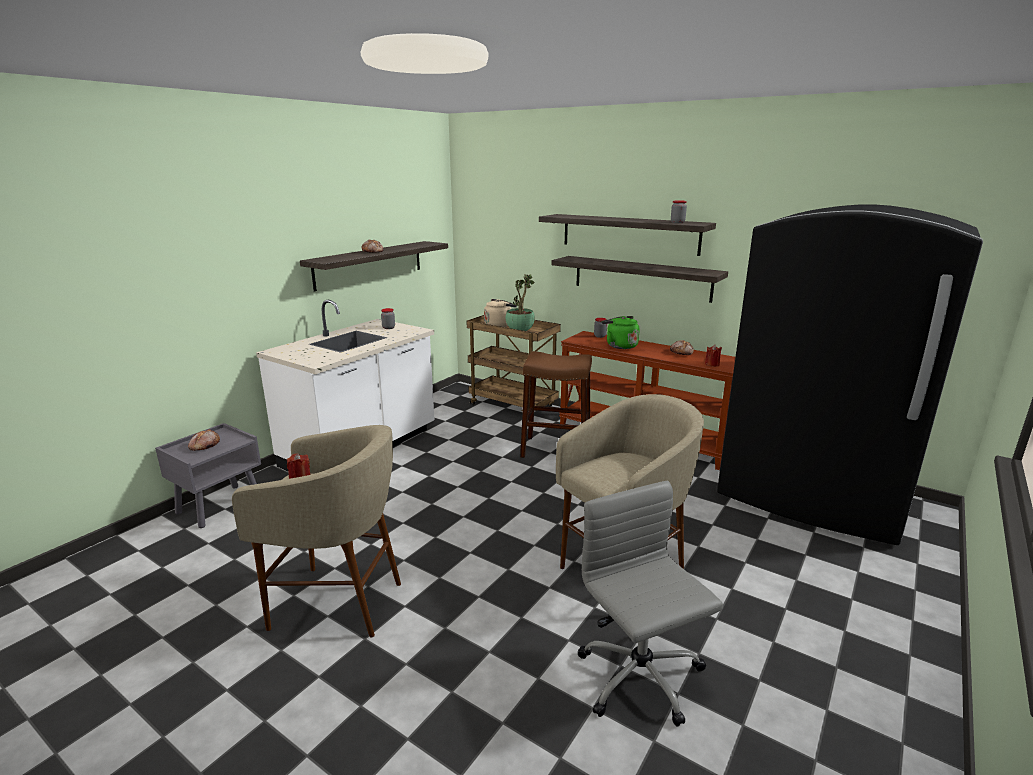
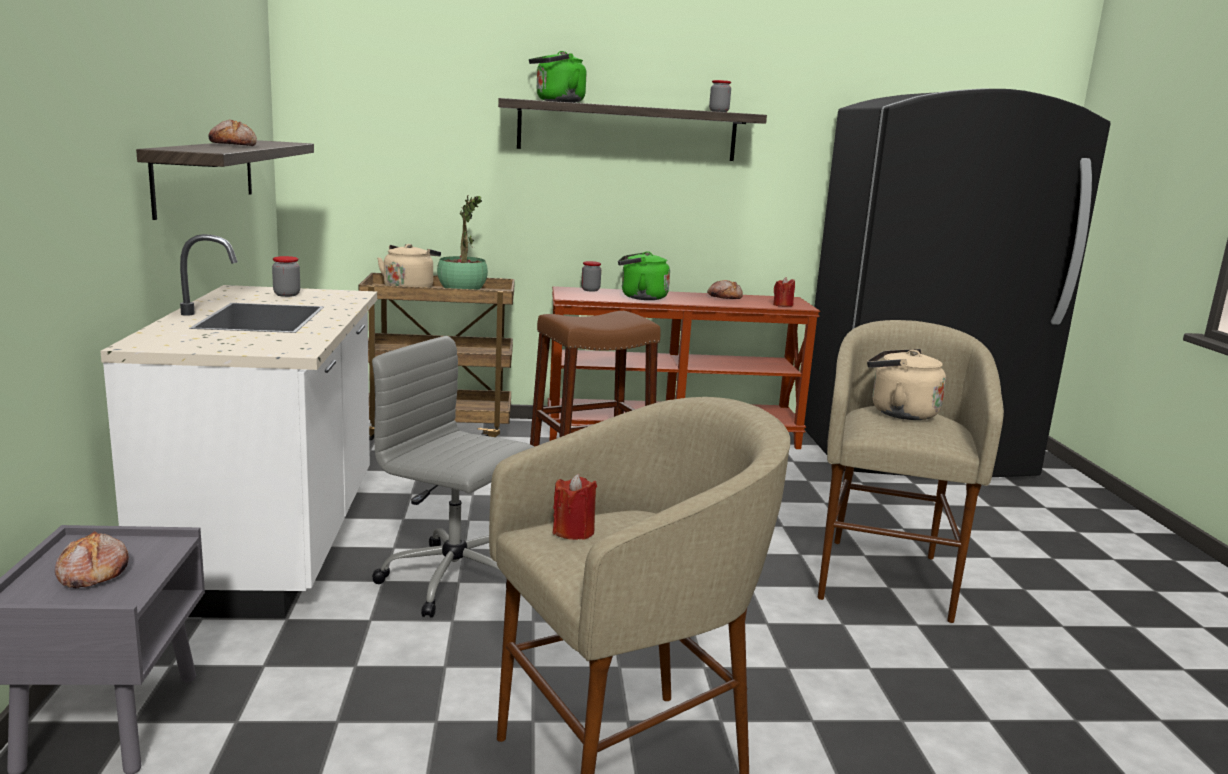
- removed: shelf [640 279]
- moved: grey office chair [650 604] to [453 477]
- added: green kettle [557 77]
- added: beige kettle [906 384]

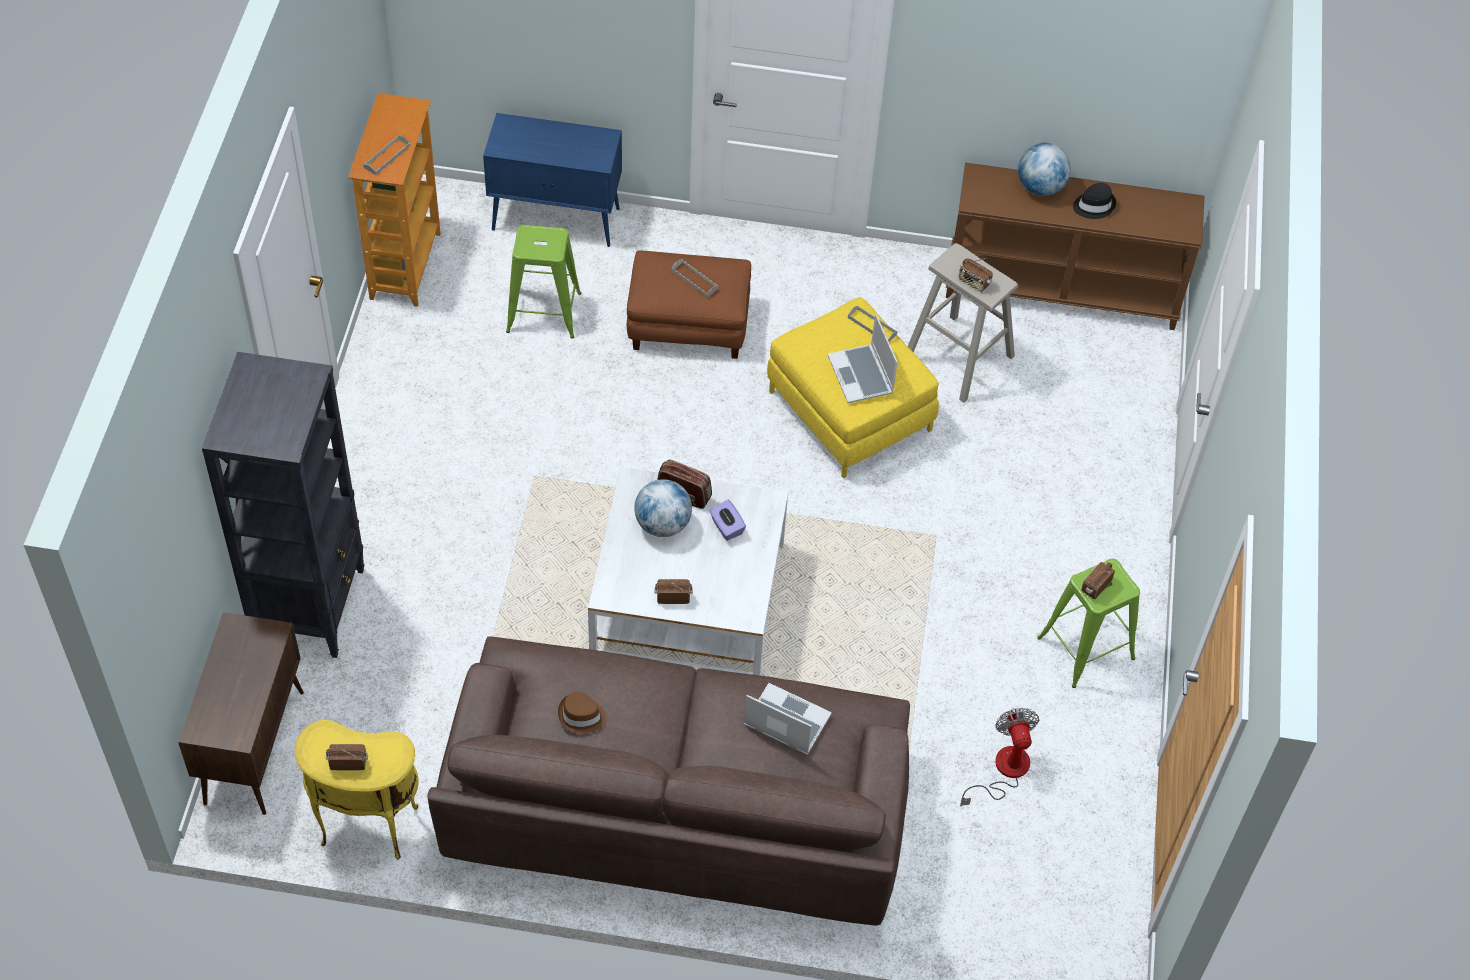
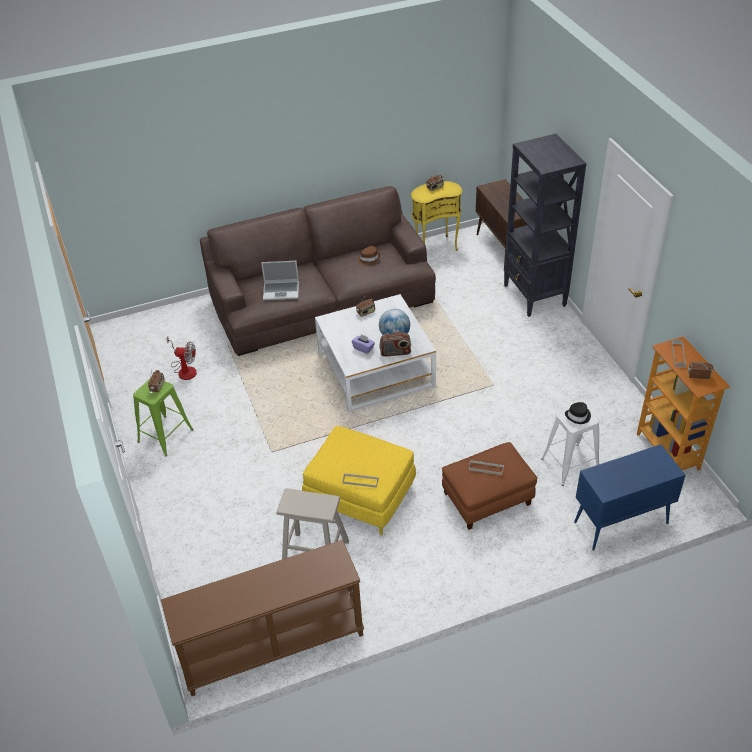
- removed: globe [1044 169]
- moved: black hat [1094 201] to [578 413]
- recoloured: green stool [543 282] to white stool [570 446]
- moved: radio [976 275] to [700 369]
- removed: laptop [862 358]
- turned: fan [999 757] = [182 358] 45 degrees counterclockwise

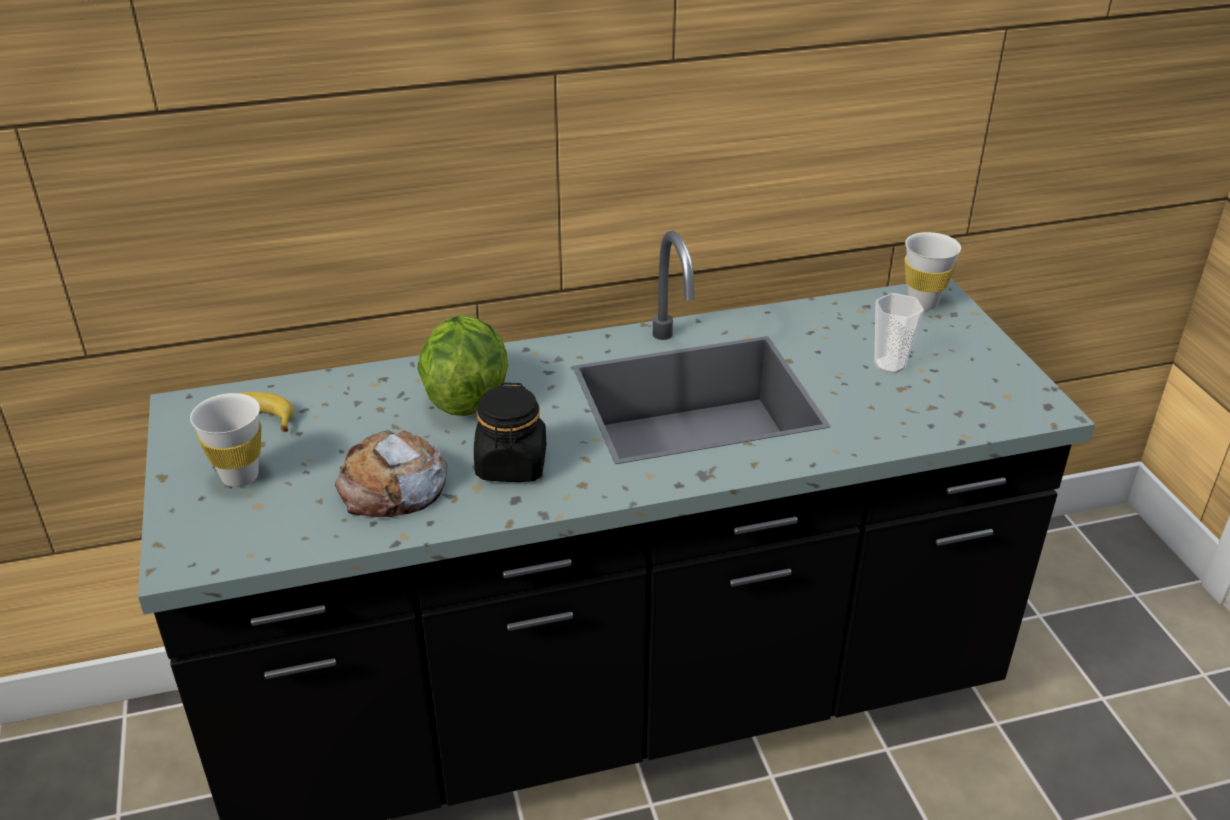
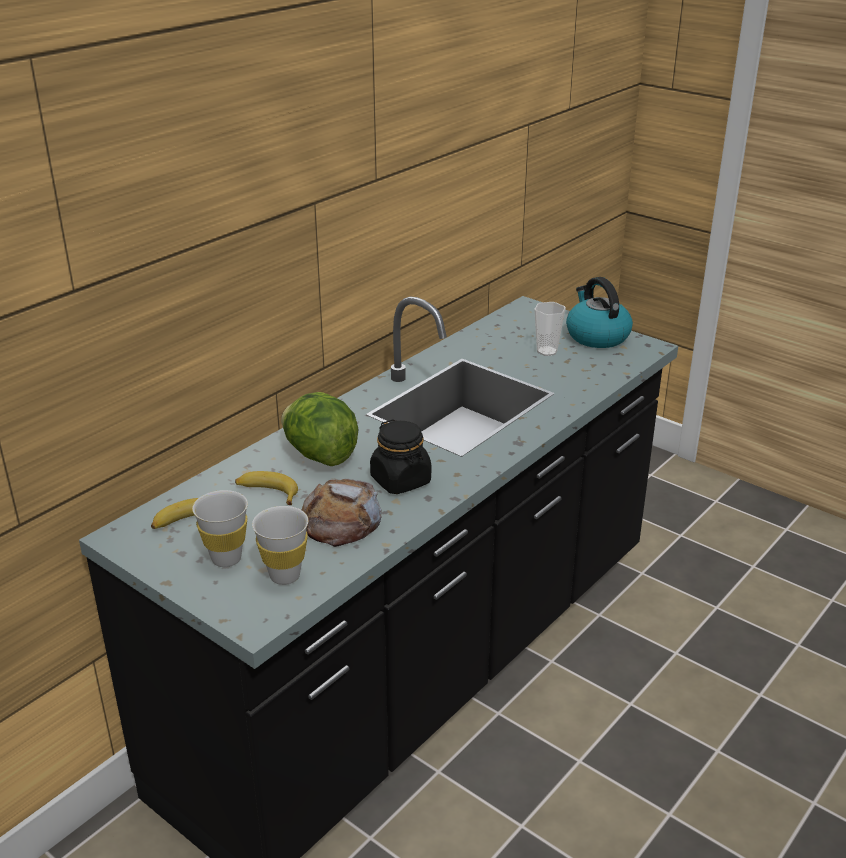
- moved: white cup [933 271] to [280 545]
- added: kettle [599 312]
- added: banana [266 488]

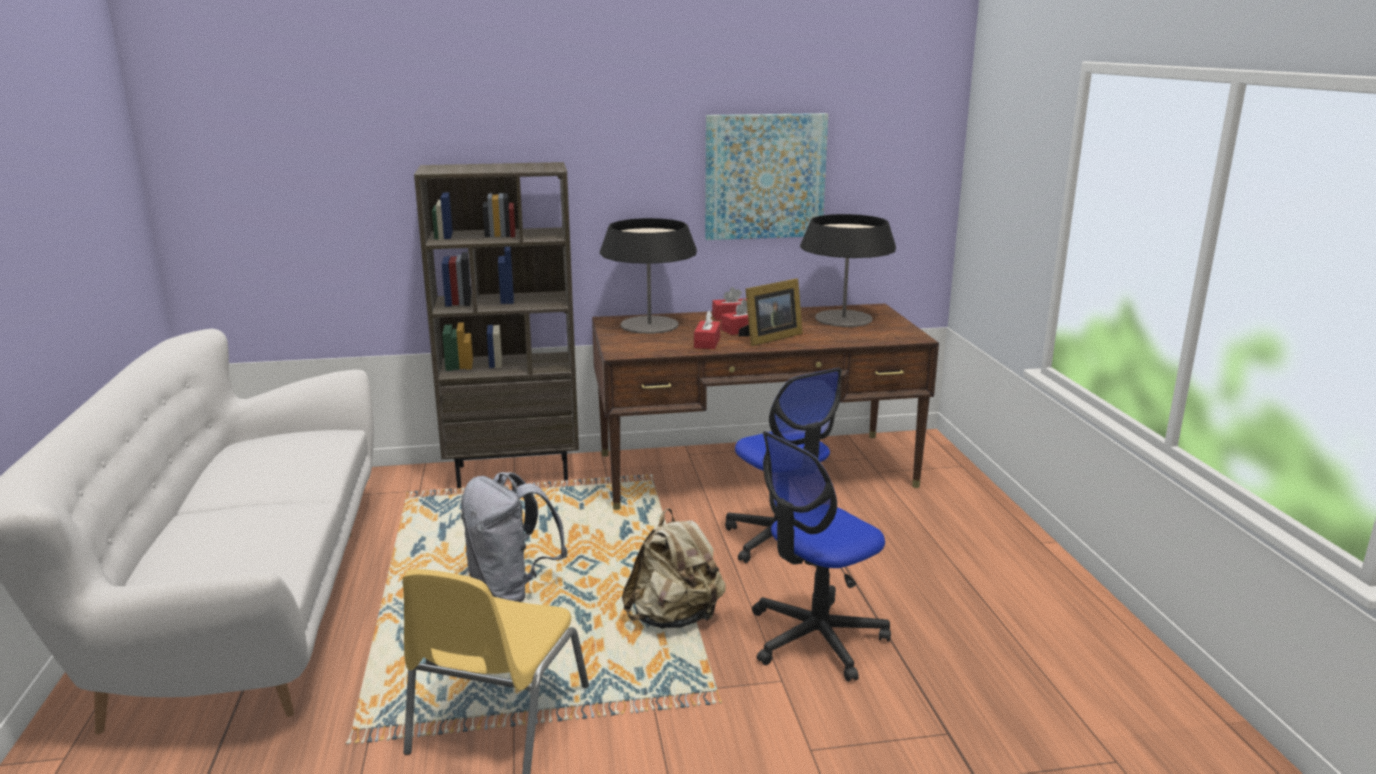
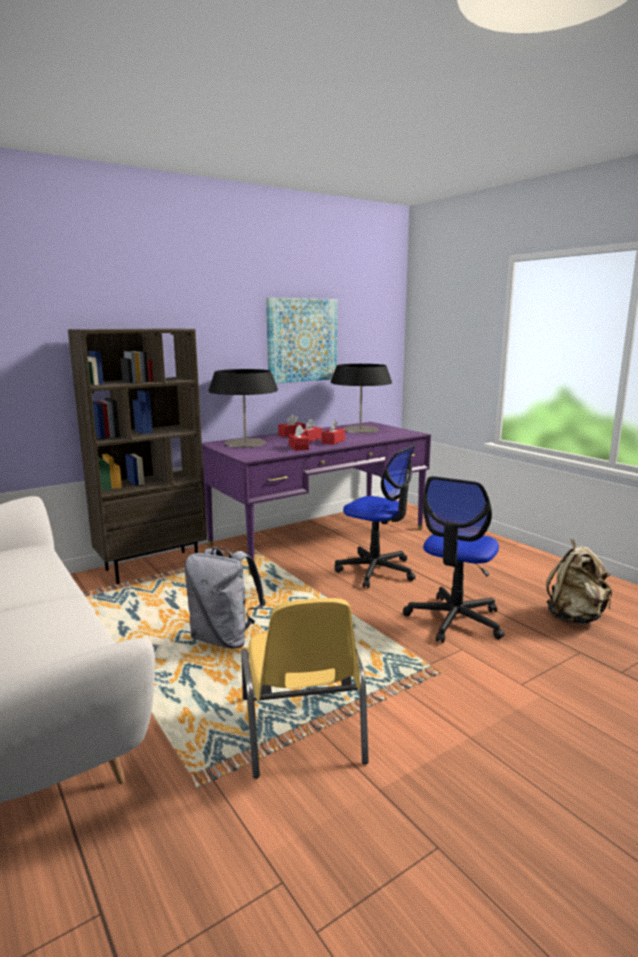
- replaced: picture frame [770 312] to red tissue box [333 432]
- recoloured: brown desk [765 407] to purple desk [316 498]
- moved: beige backpack [674 568] to [579 581]

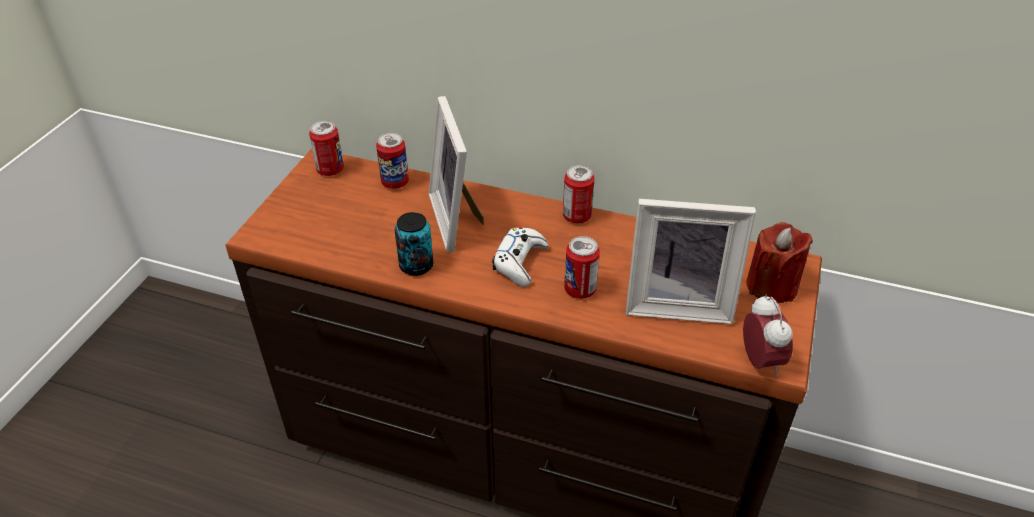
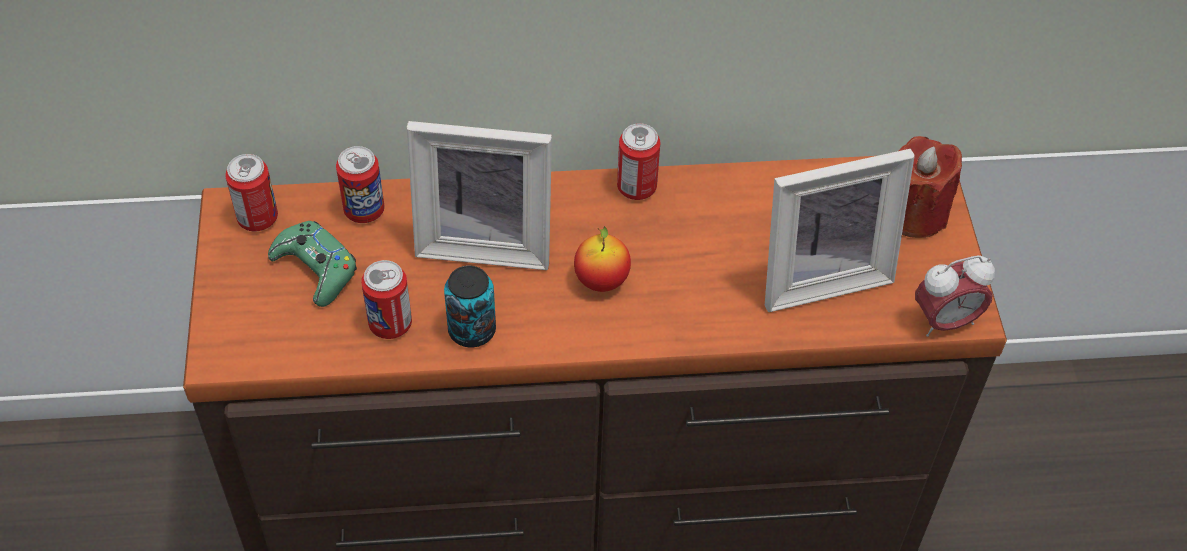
- turned: picture frame [456 174] = [479 195] 45 degrees counterclockwise
- replaced: white game controller [520 256] to apple [602 259]
- moved: can [582 267] to [386 299]
- turned: alarm clock [768 335] = [955 296] 105 degrees clockwise
- added: green game controller [312 264]

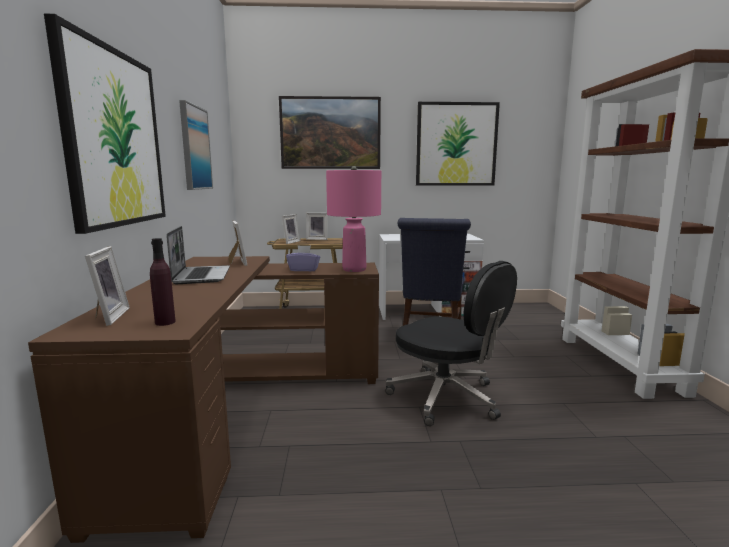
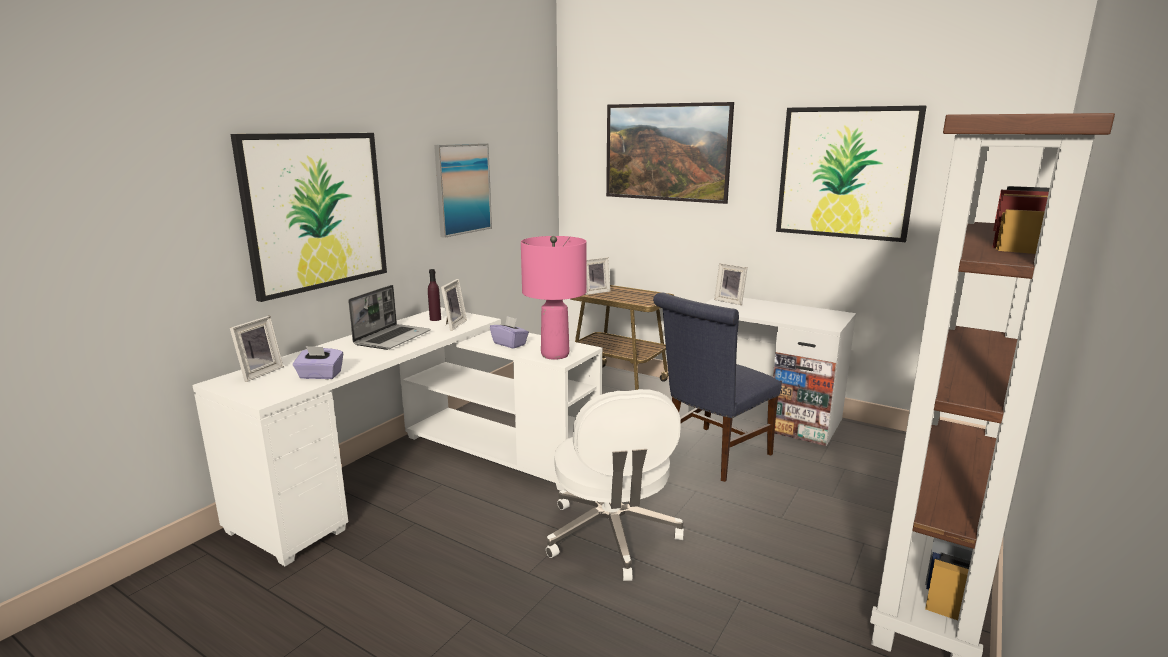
- moved: picture frame [317 226] to [731 284]
- moved: purple bottle [163 282] to [434 295]
- recoloured: brown desk [203 399] to white desk [397 436]
- recoloured: black office chair [451 343] to white office chair [615 485]
- added: purple tissue box [318 362]

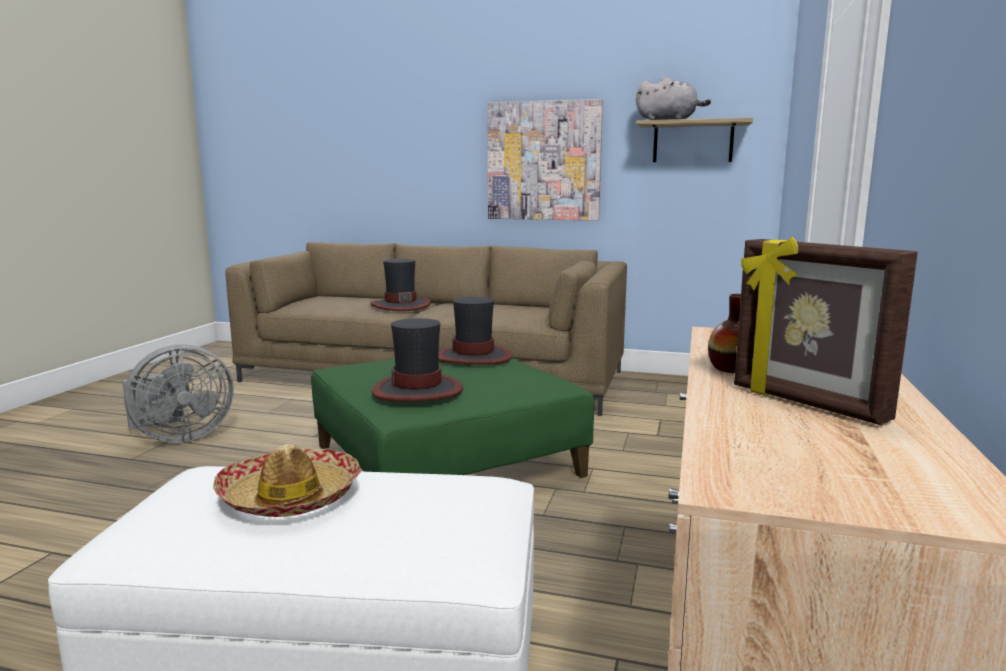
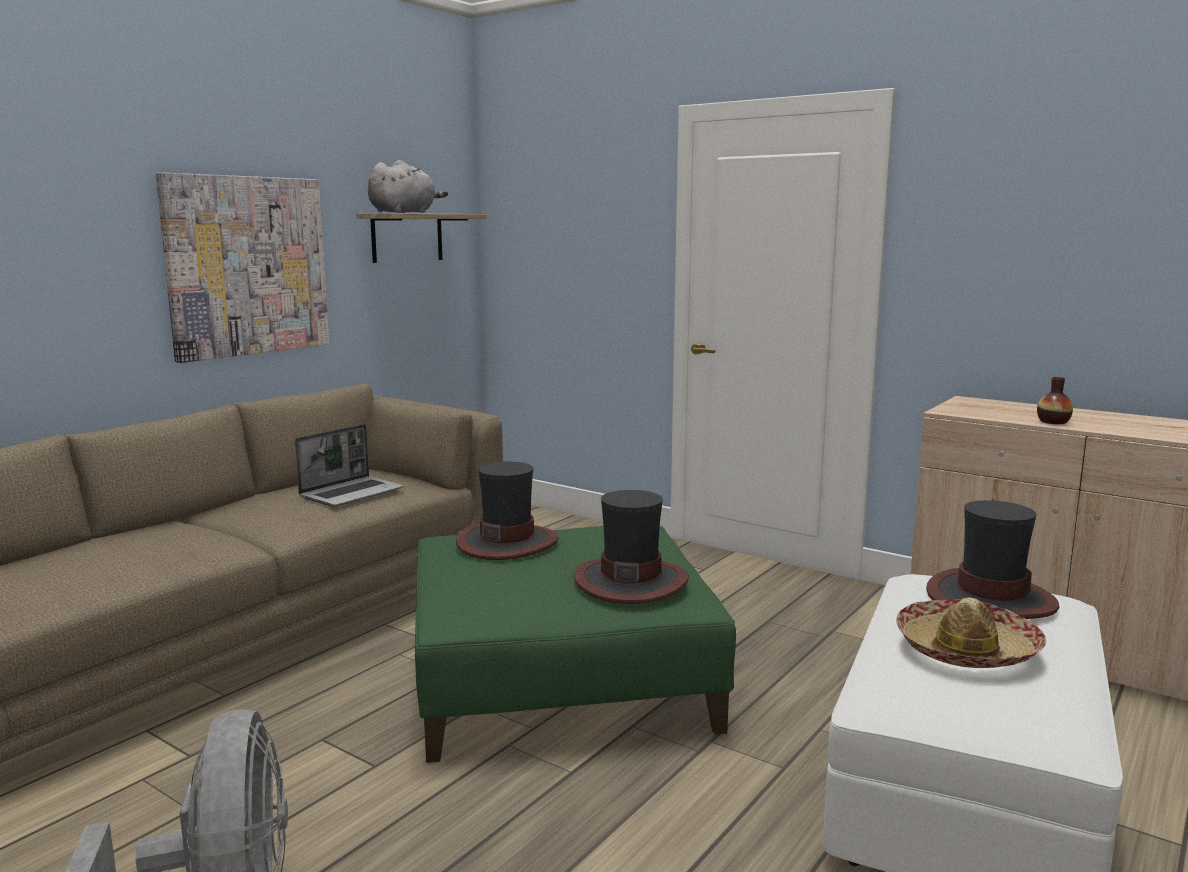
- removed: picture frame [826 331]
- moved: hat [400 285] to [992 559]
- added: laptop [349 465]

